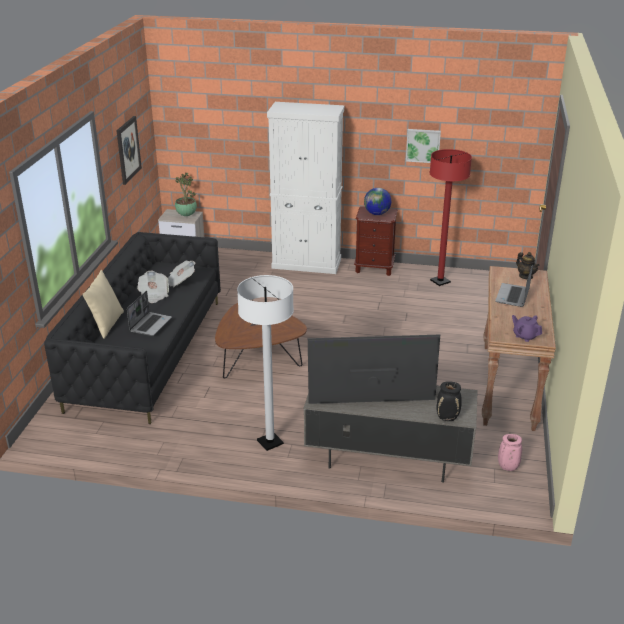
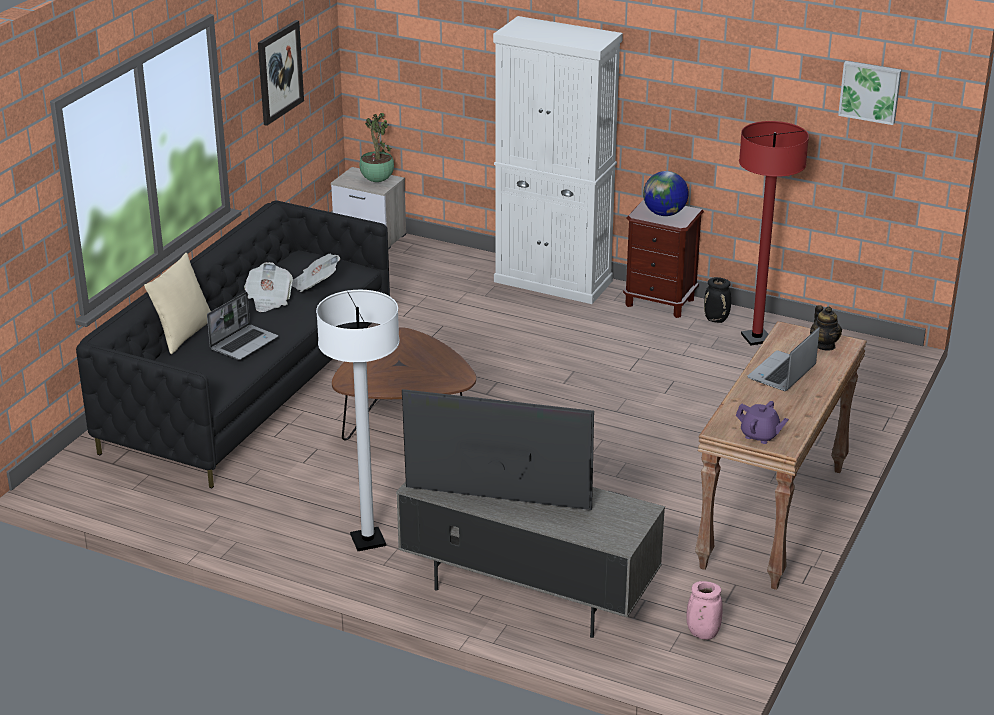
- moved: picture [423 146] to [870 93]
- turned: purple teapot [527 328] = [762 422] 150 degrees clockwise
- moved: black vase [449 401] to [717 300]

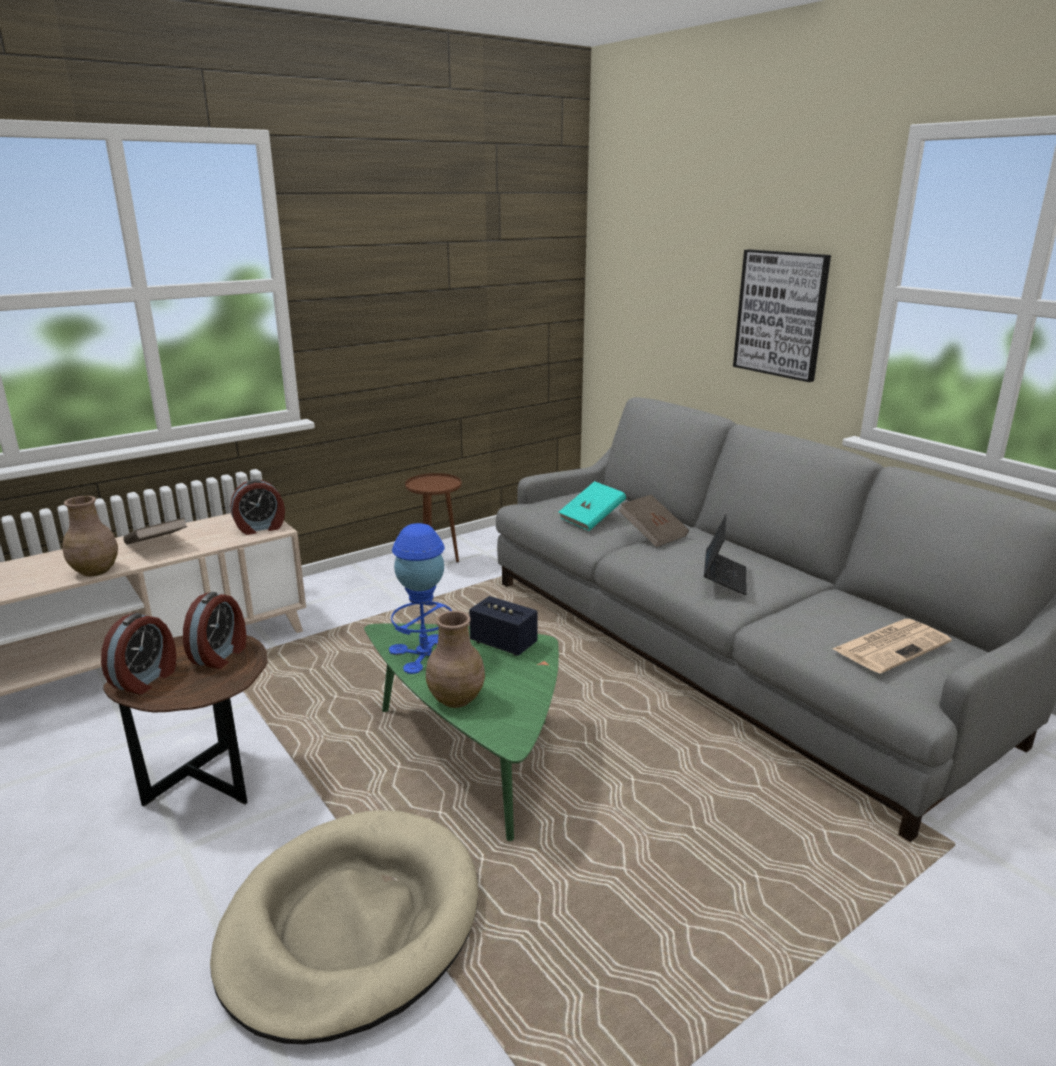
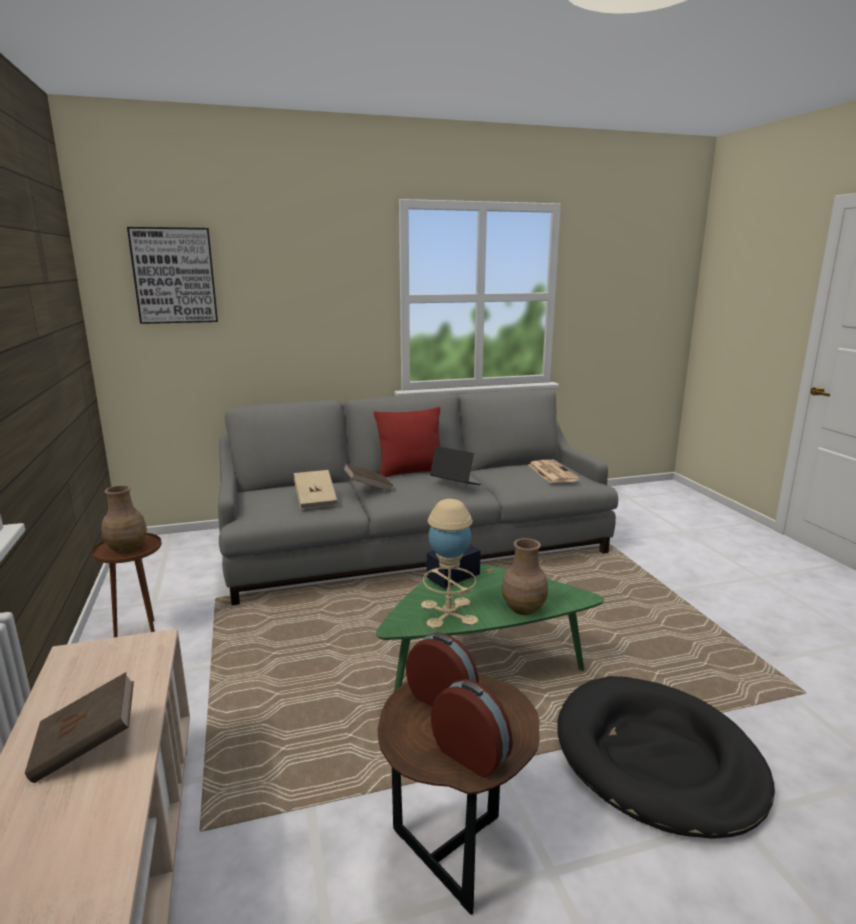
- moved: picture [782 315] to [172 275]
- removed: alarm clock [257 507]
- recoloured: turquoise book [592 506] to beige book [316 489]
- moved: brown vase [90 536] to [124 519]
- recoloured: blue table lamp [420 598] to beige table lamp [449 564]
- recoloured: beige dog bed [344 927] to black dog bed [666 757]
- added: red pillow [407 442]

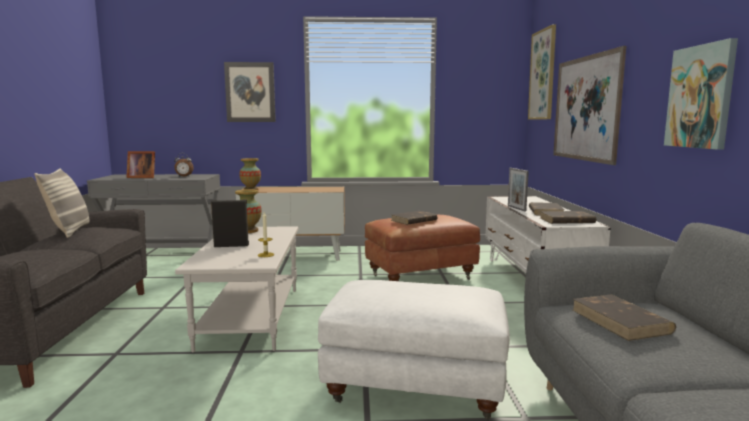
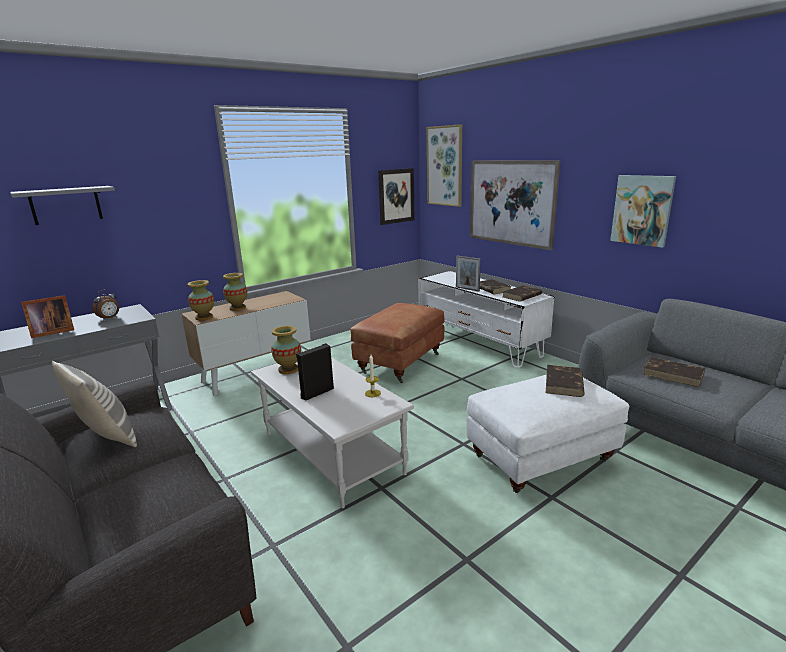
- moved: picture [250 92] to [396 196]
- moved: brown book [414 218] to [565 381]
- added: grey shelf [62 205]
- added: vase [235 292]

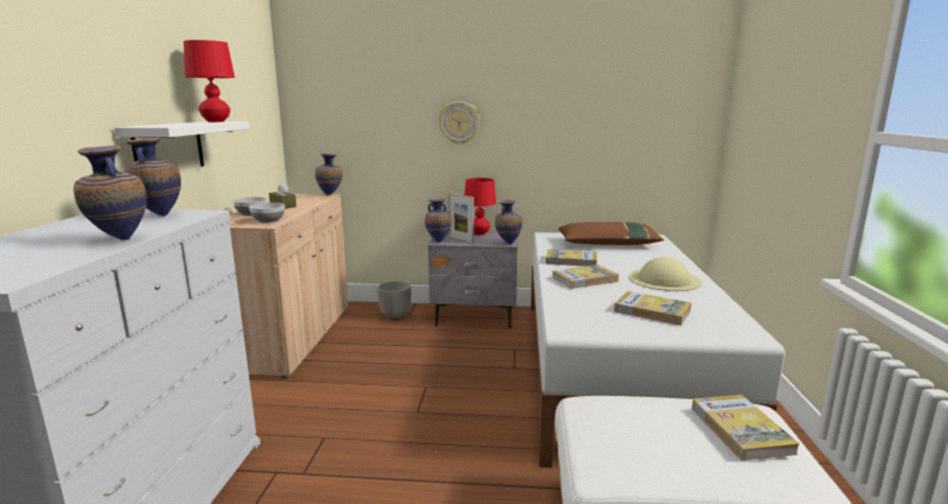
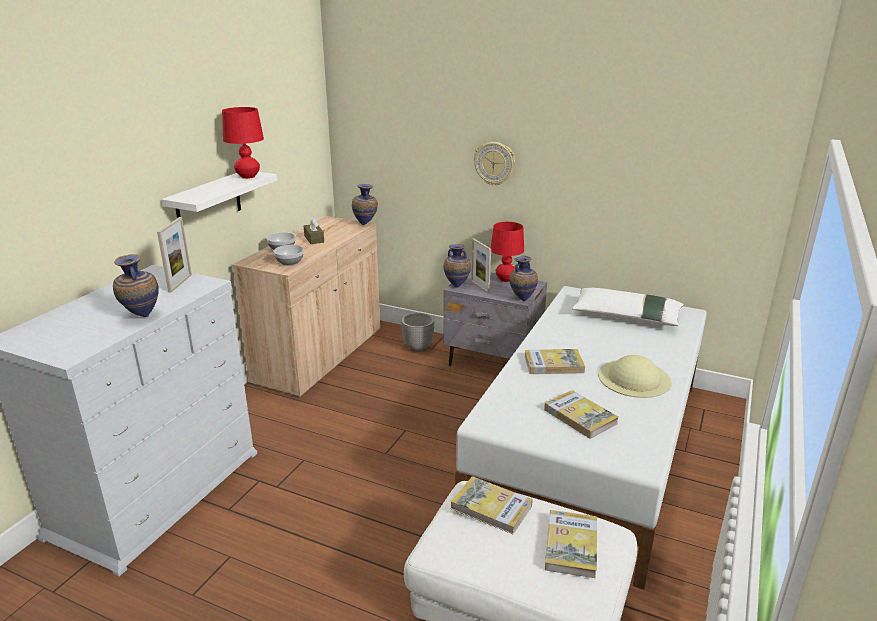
- replaced: vase [152 177] to picture frame [174 255]
- recoloured: brown pillow [611 233] to white pillow [628 307]
- moved: book [571 257] to [492 505]

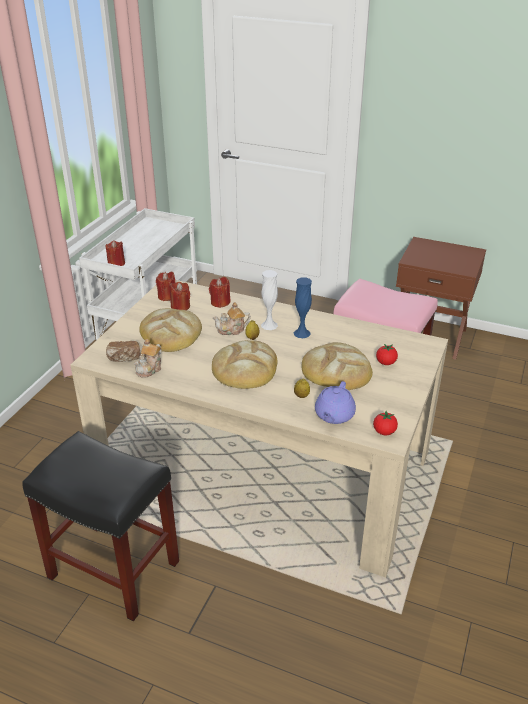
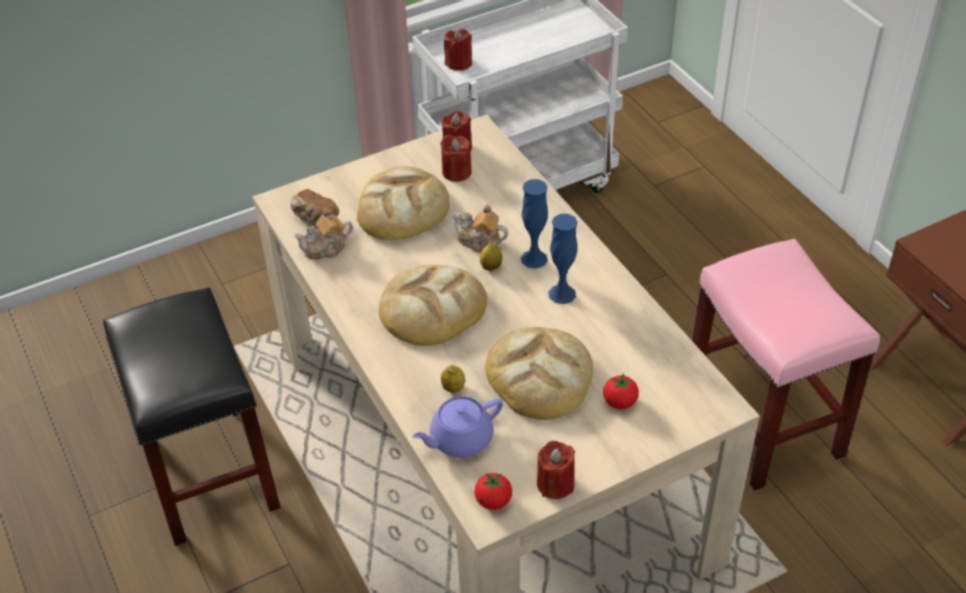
- recoloured: white vase [269 300] to blue vase [534 224]
- moved: red candle [220 292] to [556 470]

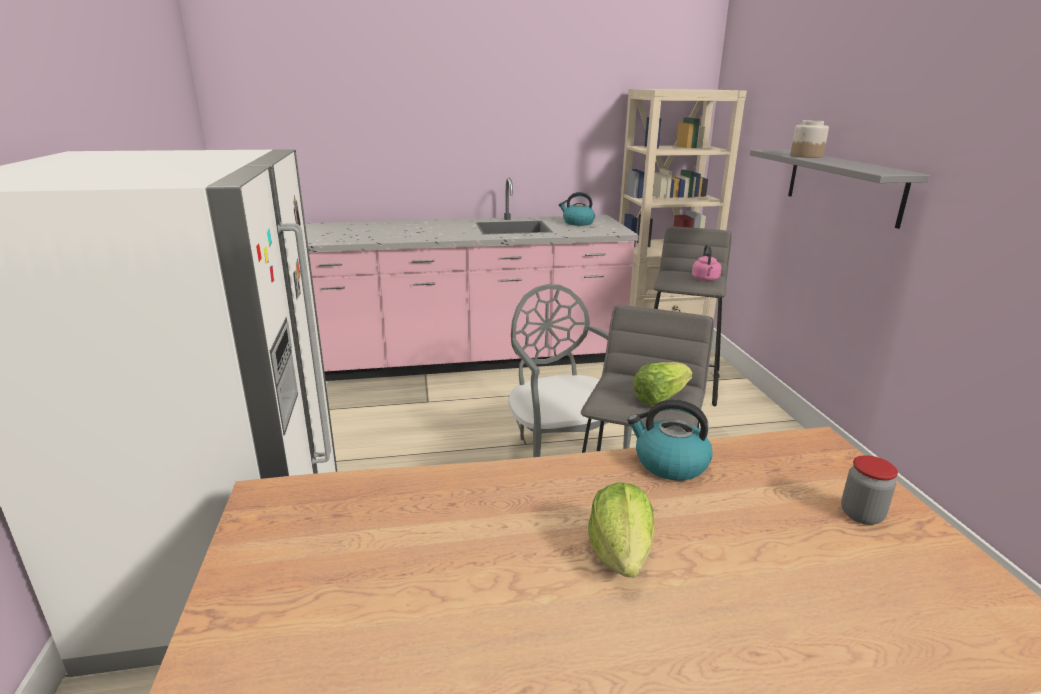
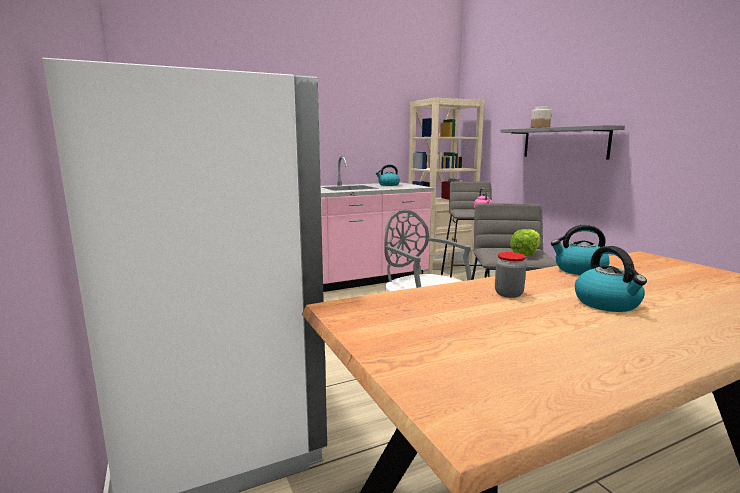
- moved: jar [869 490] to [510 275]
- replaced: lettuce [621 529] to kettle [611 279]

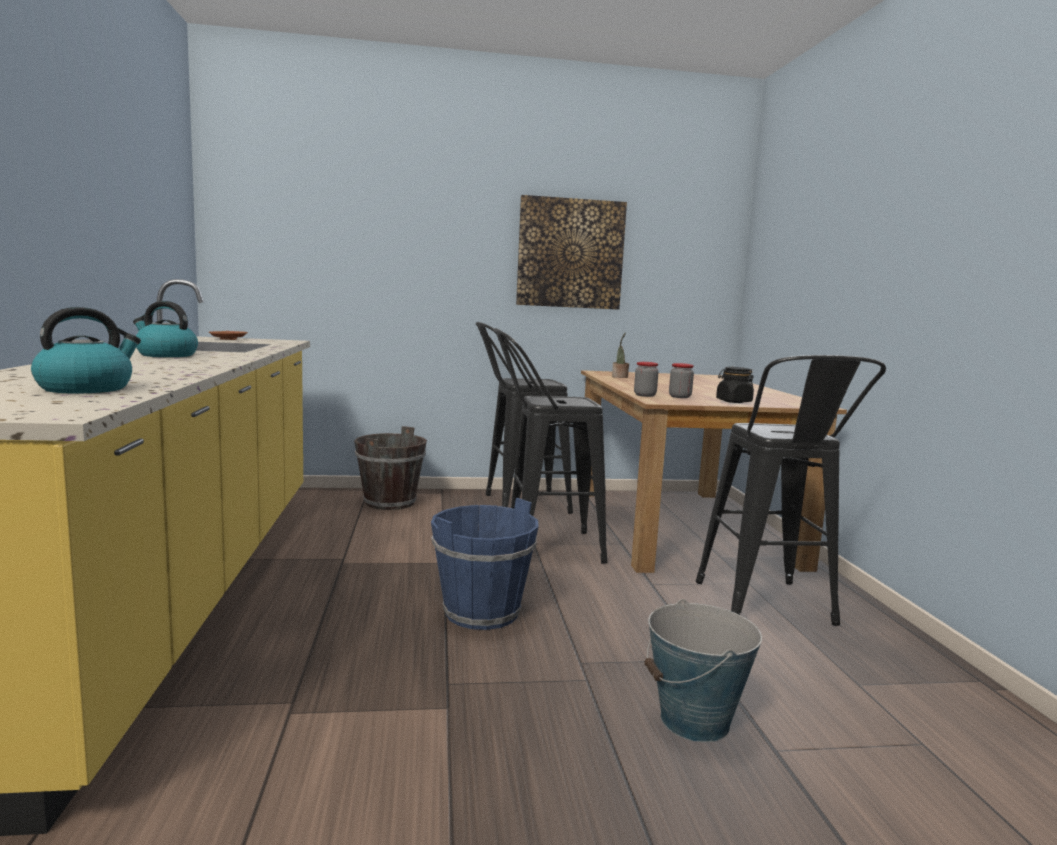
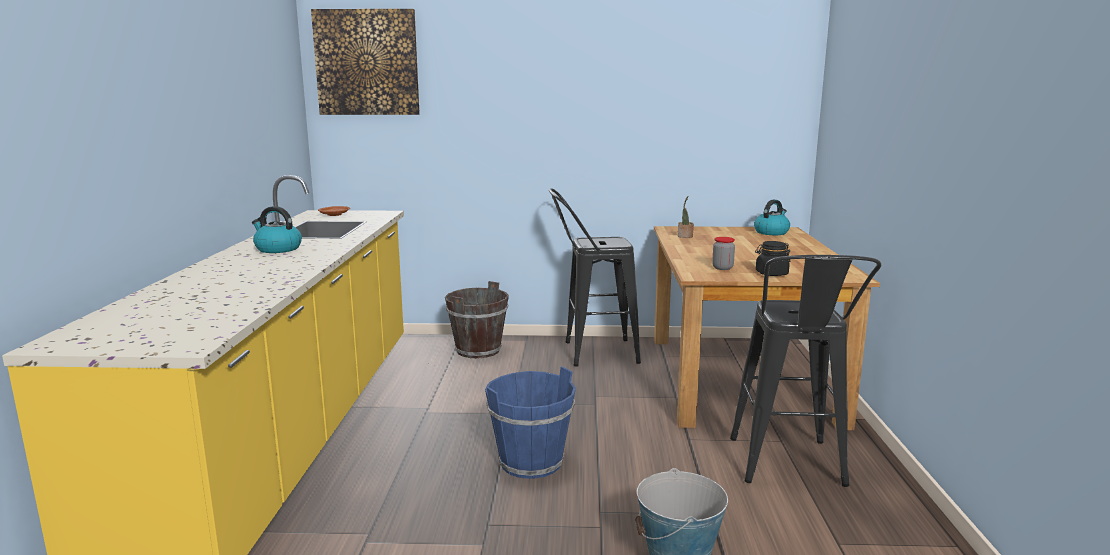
- moved: picture [571 252] to [365 62]
- moved: kettle [86 350] to [772 217]
- removed: black stool [550 446]
- removed: jar [646 379]

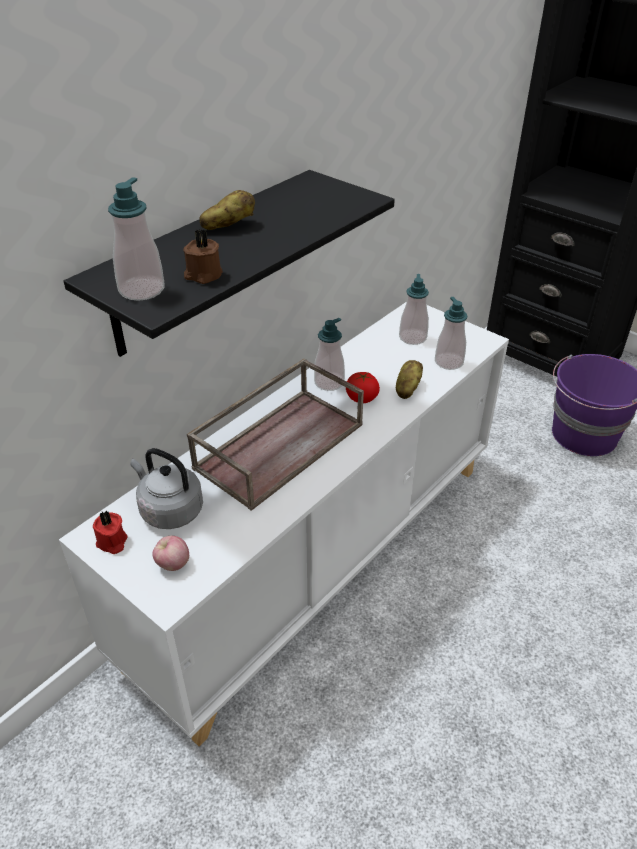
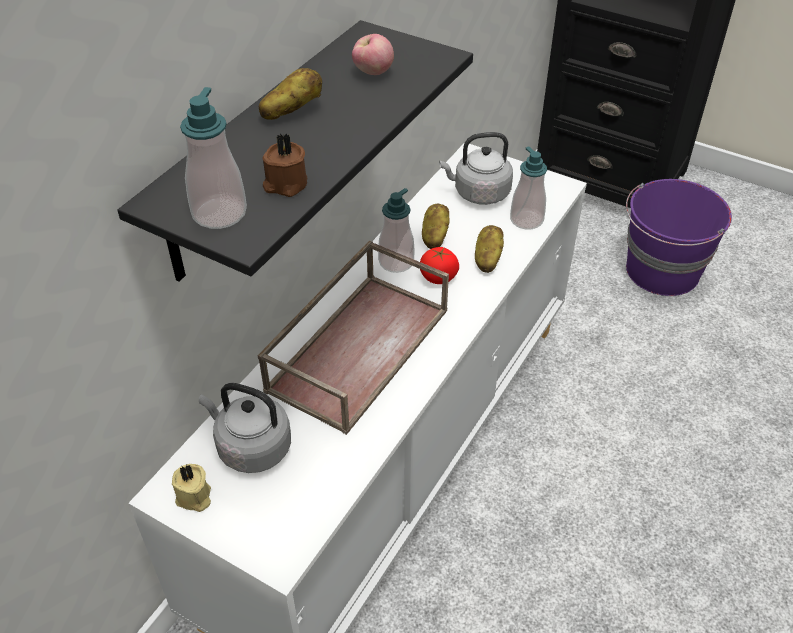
- replaced: soap dispenser [414 309] to grey kettle [476 168]
- recoloured: red candle [110 532] to beige candle [191 488]
- moved: apple [170 553] to [373 54]
- added: potato [436 226]

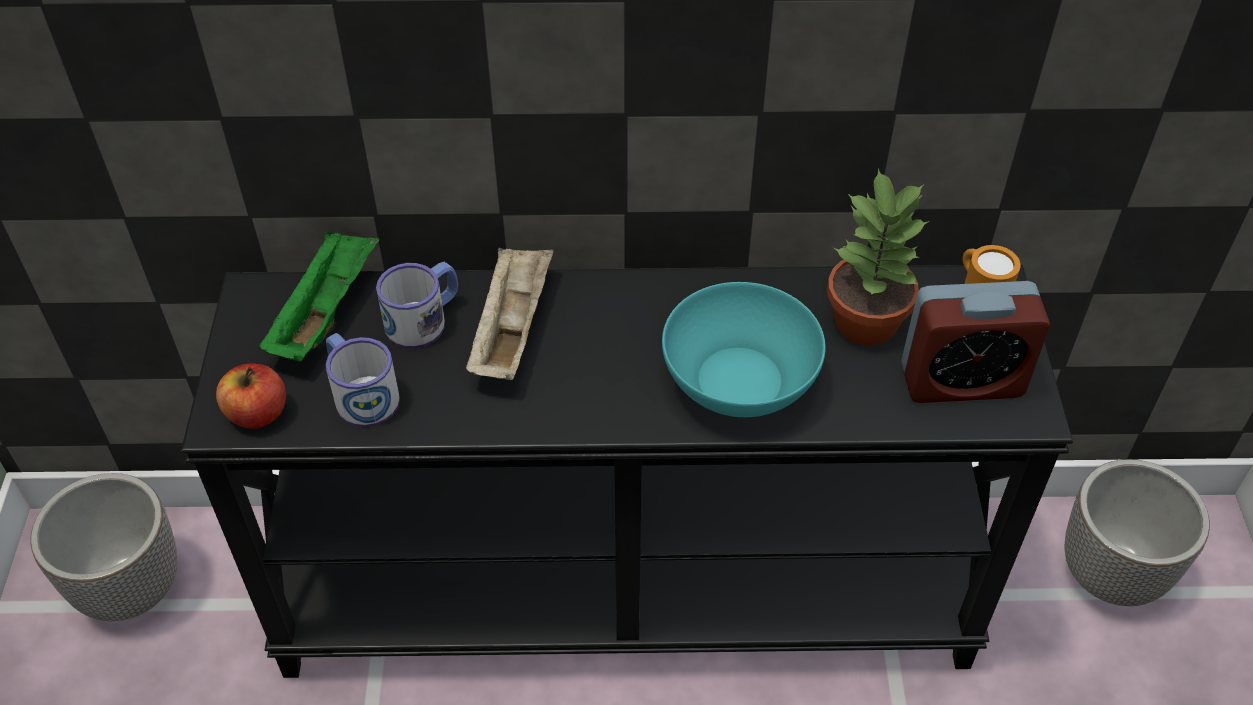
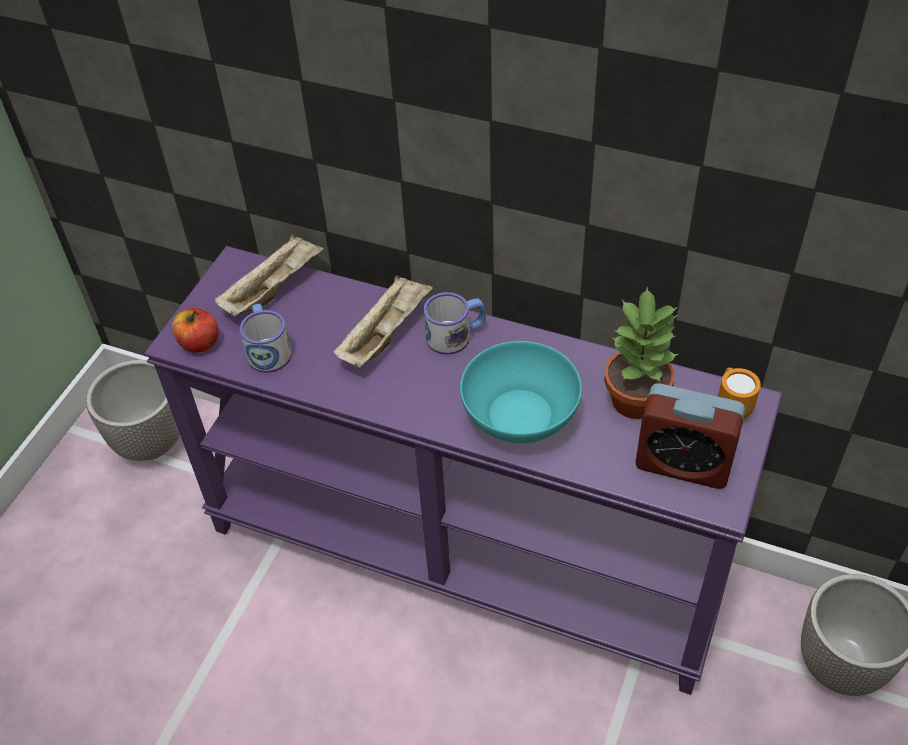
- recoloured: green tray [319 296] to beige tray [269 275]
- moved: mug [417 305] to [455 323]
- recoloured: black console table [627 471] to purple console table [463 470]

